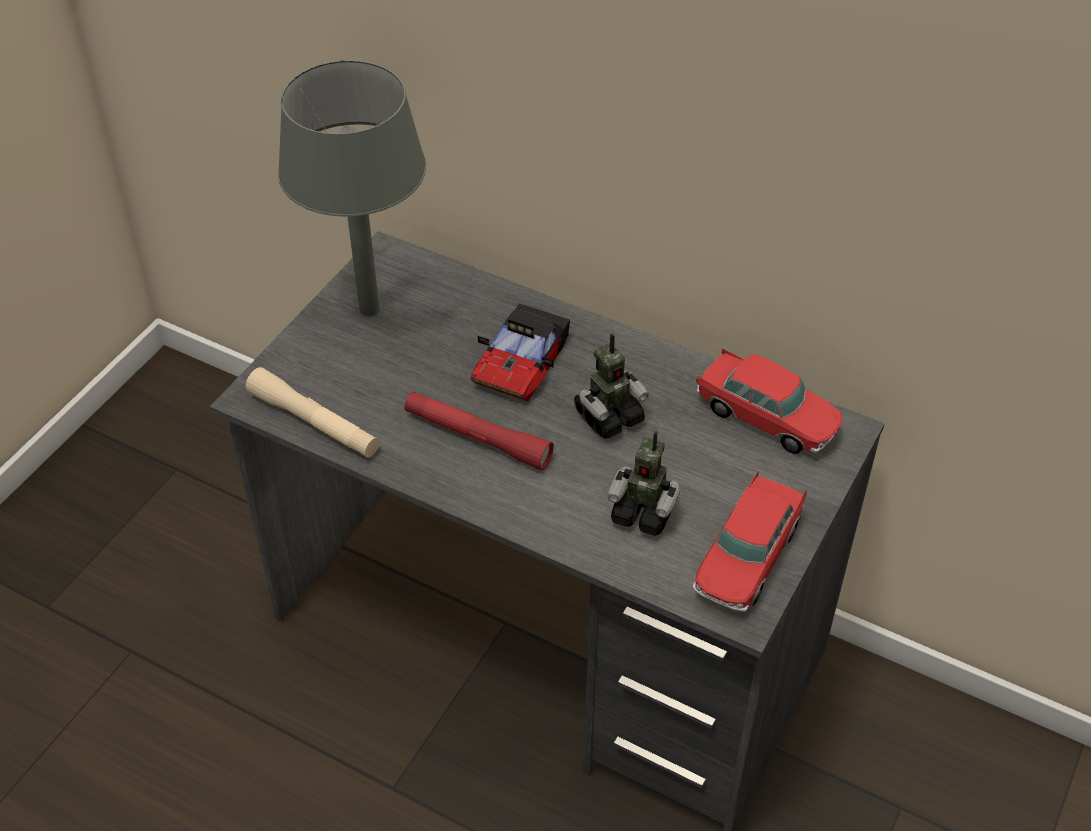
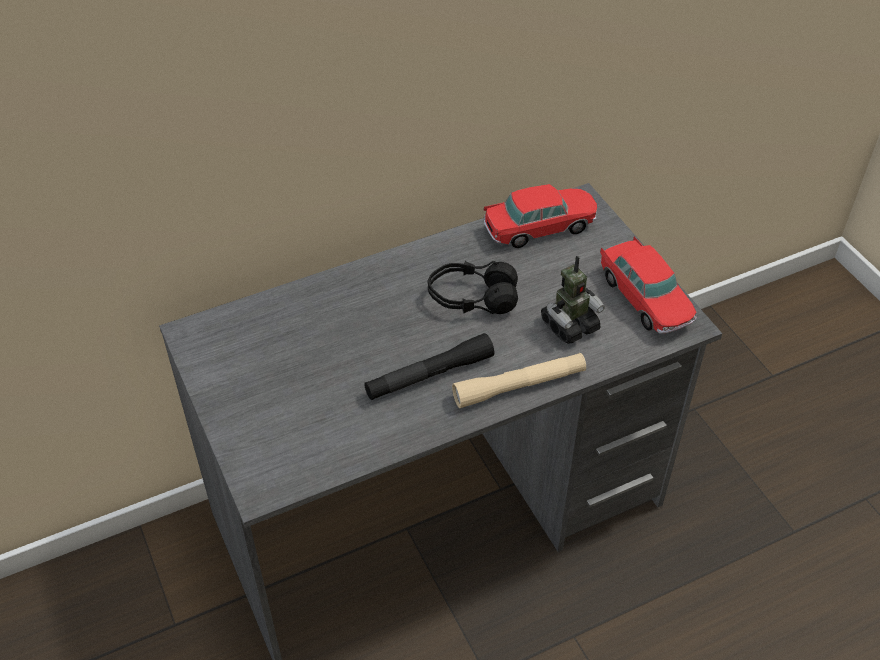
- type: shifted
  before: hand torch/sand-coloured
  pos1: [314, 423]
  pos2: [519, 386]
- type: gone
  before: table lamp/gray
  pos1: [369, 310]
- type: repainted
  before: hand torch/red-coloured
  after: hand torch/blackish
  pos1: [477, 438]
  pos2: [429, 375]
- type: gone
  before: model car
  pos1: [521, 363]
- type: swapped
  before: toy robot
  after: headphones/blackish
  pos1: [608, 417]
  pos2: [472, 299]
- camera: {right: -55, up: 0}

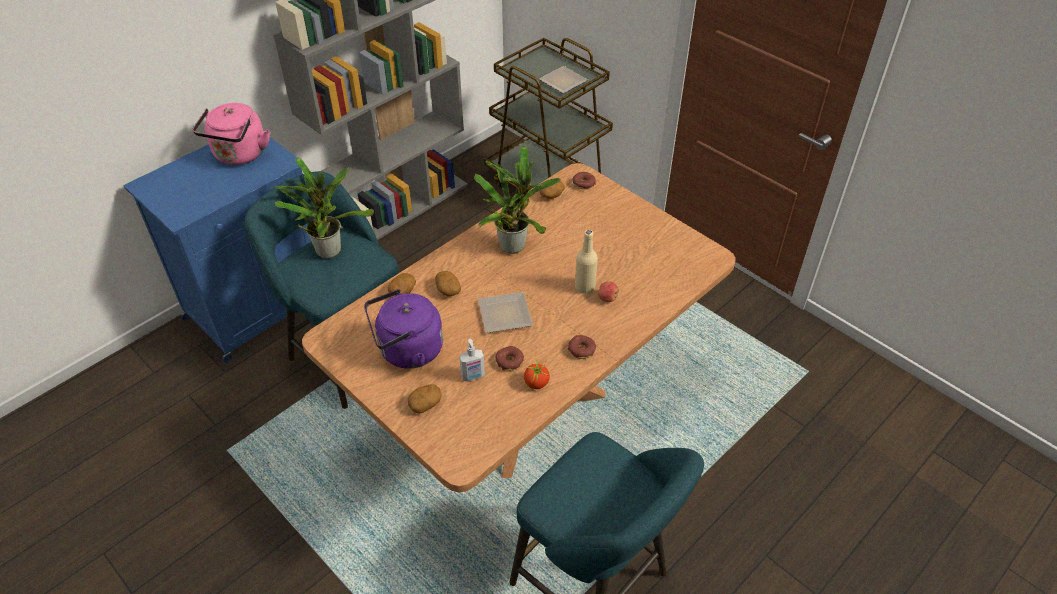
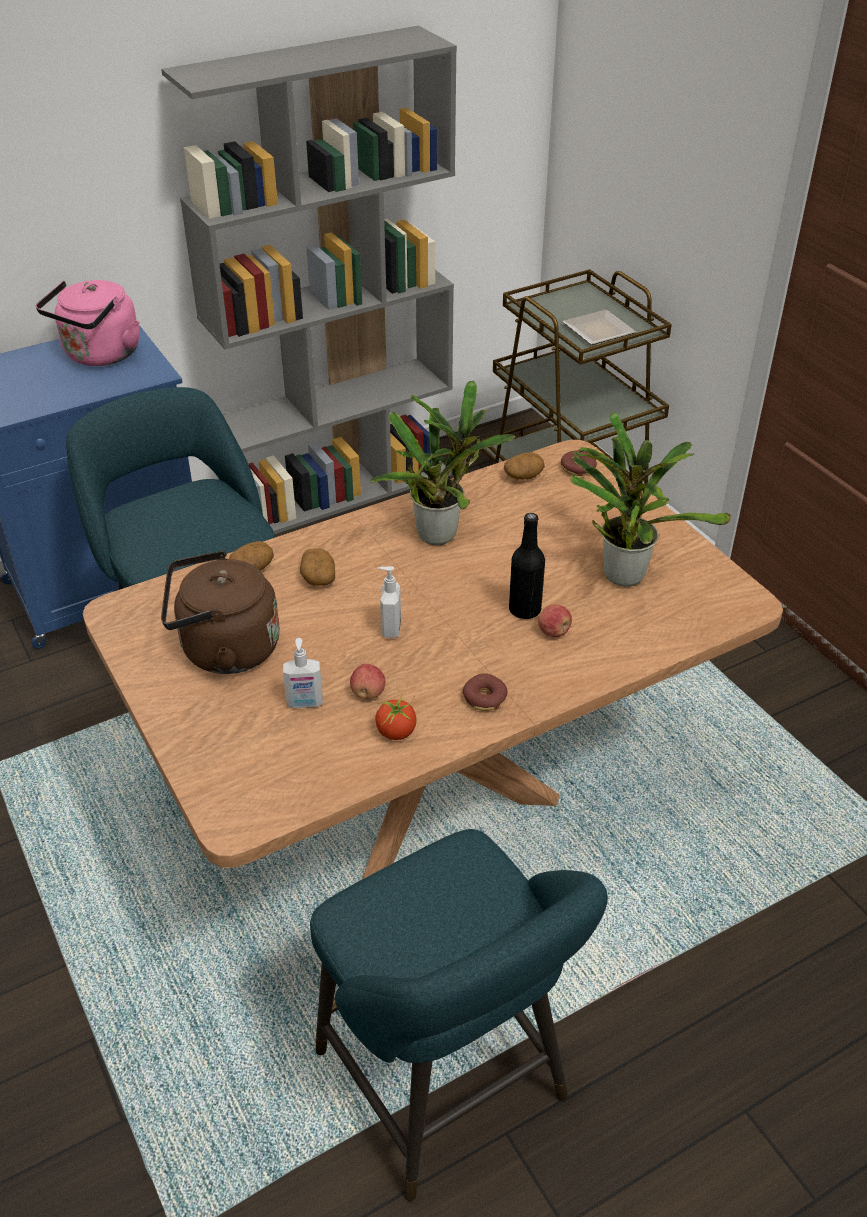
- type: shifted
  before: houseplant
  pos1: [328, 249]
  pos2: [622, 572]
- type: repainted
  before: kettle/purplish
  after: kettle/brown
  pos1: [407, 351]
  pos2: [224, 650]
- type: gone
  before: spud
  pos1: [425, 404]
- type: swapped
  before: flat dish
  after: liquid soap bottle
  pos1: [507, 316]
  pos2: [390, 628]
- type: swapped
  before: donut
  after: whole apple
  pos1: [509, 361]
  pos2: [368, 693]
- type: repainted
  before: drink bottle/sand-coloured
  after: drink bottle/blackish
  pos1: [585, 287]
  pos2: [524, 610]
- camera: {right: 15, up: -5}

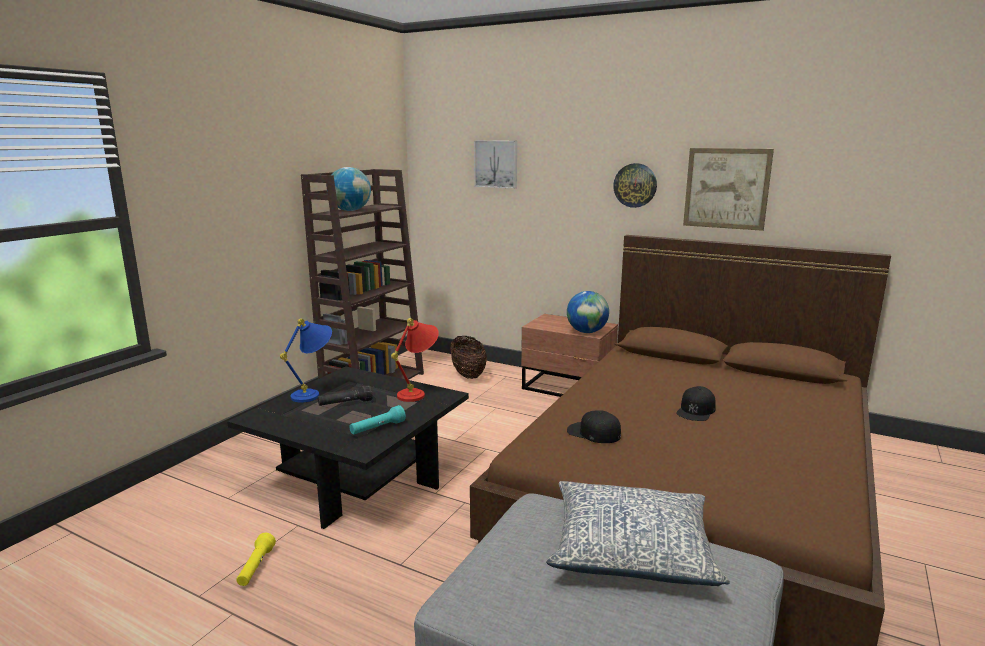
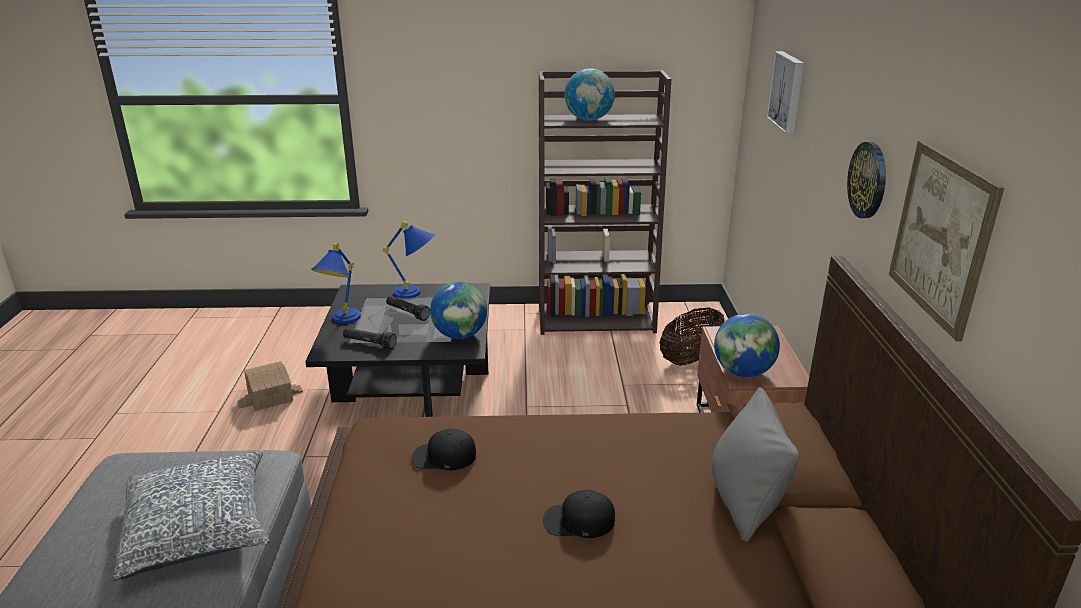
- type: swapped
  before: hand torch/yellow-coloured
  after: model house
  pos1: [256, 567]
  pos2: [270, 396]
- type: repainted
  before: hand torch/turquoise
  after: hand torch/blackish
  pos1: [377, 428]
  pos2: [369, 344]
- type: swapped
  before: table lamp/red-coloured
  after: world globe
  pos1: [418, 393]
  pos2: [460, 335]
- type: rotated
  before: peaked cap/blackish
  pos1: [593, 433]
  pos2: [443, 456]
  turn: -90
- type: new
  after: table lamp/bluish
  pos2: [341, 321]
- type: new
  after: throw pillow/gray
  pos2: [744, 502]
- camera: {right: 60, up: 10}

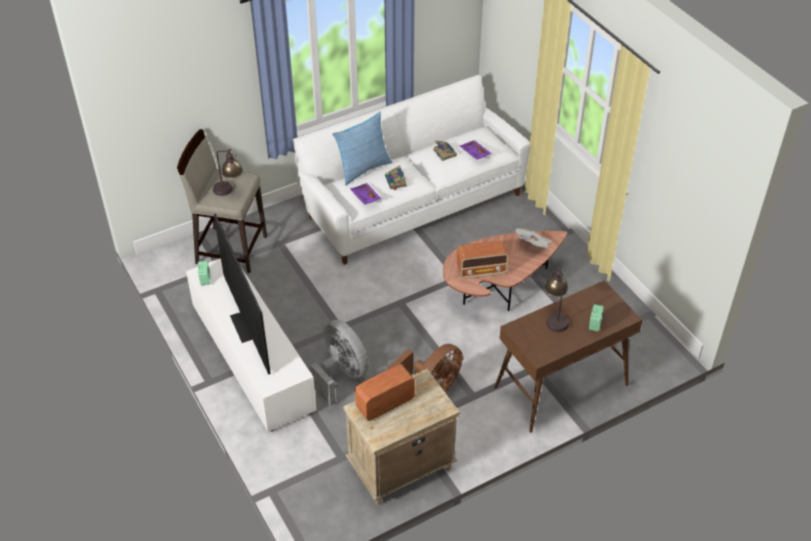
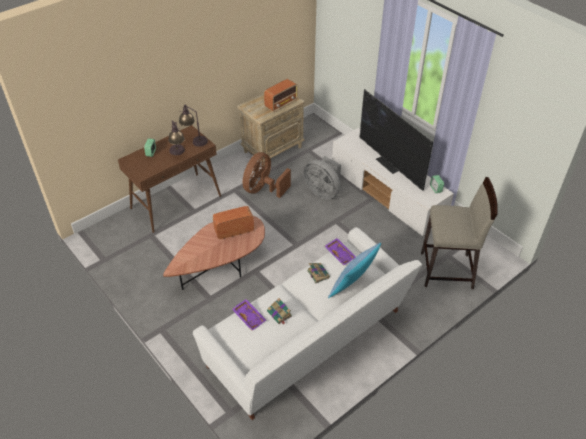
- type: shifted
  before: table lamp
  pos1: [229, 191]
  pos2: [194, 140]
- type: gone
  before: newspaper
  pos1: [533, 245]
- camera: {right: 170, up: 0}

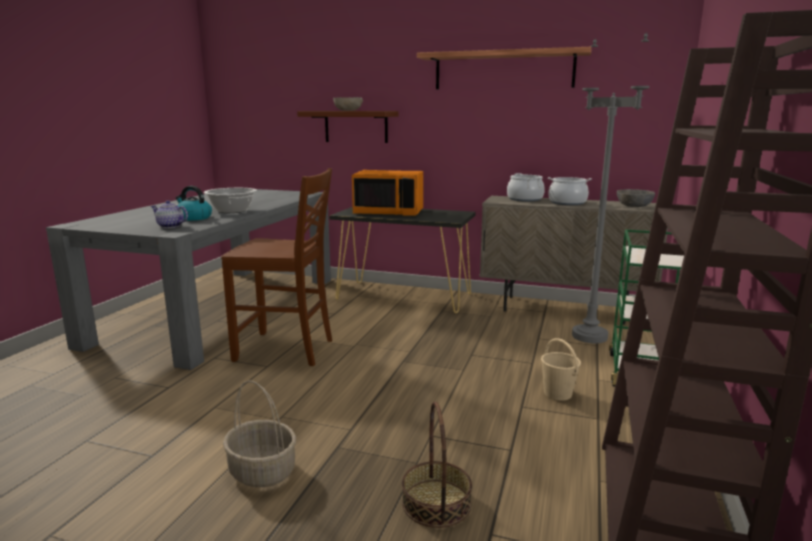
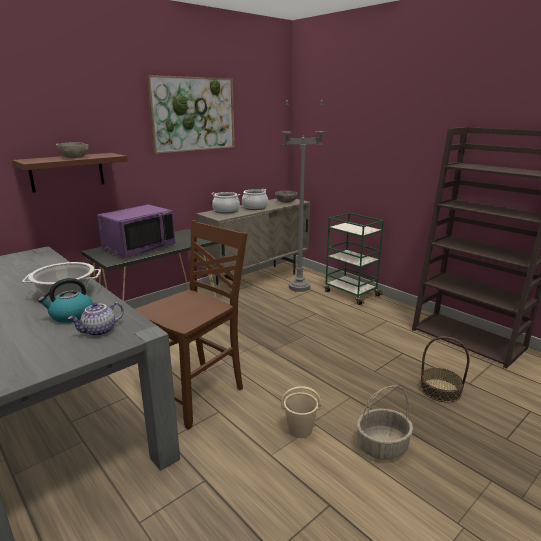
- type: repainted
  before: microwave/orange
  after: microwave/purplish
  pos1: [389, 212]
  pos2: [139, 248]
- type: swapped
  before: shelf
  after: wall picture
  pos1: [503, 70]
  pos2: [193, 114]
- type: shifted
  before: bucket/sand-coloured
  pos1: [558, 394]
  pos2: [300, 429]
- camera: {right: -60, up: 5}

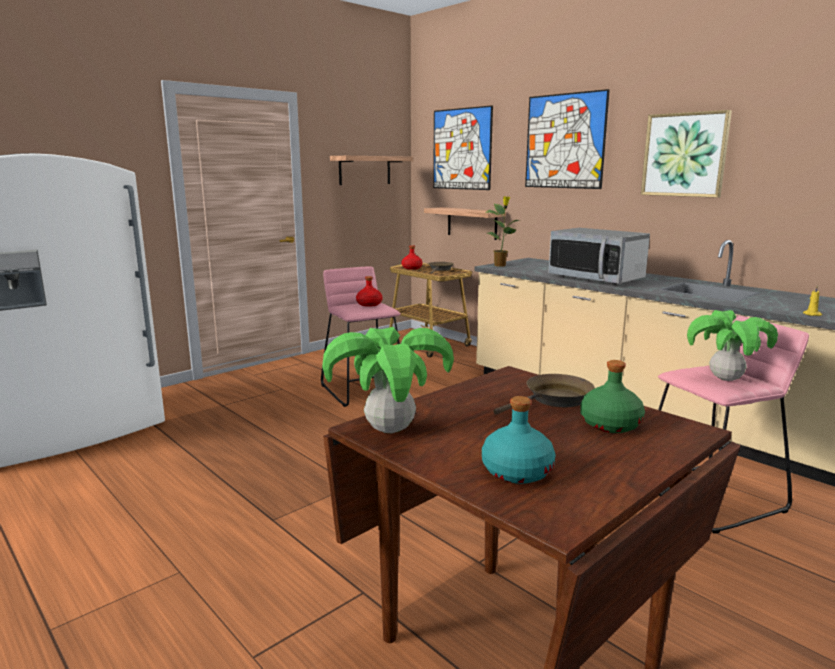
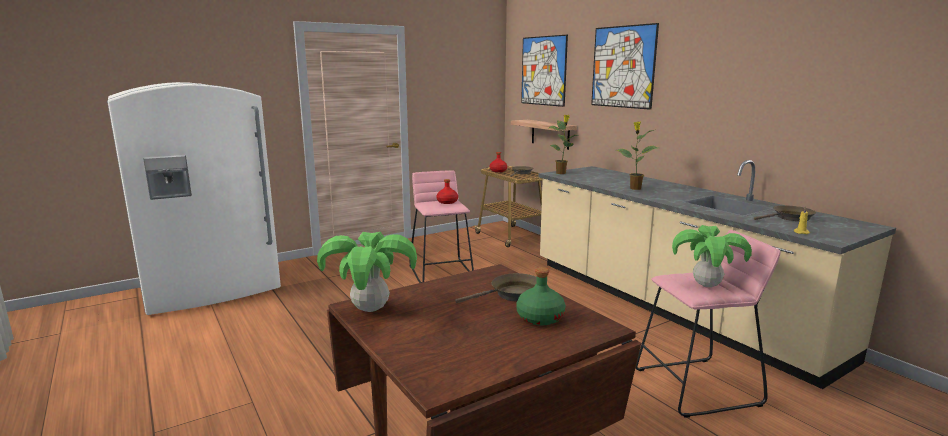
- type: gone
  before: shelf
  pos1: [365, 170]
- type: gone
  before: drink bottle/turquoise
  pos1: [516, 471]
- type: swapped
  before: microwave
  after: houseplant
  pos1: [596, 278]
  pos2: [634, 188]
- type: gone
  before: wall picture
  pos1: [684, 155]
- type: new
  after: skillet/brown
  pos2: [790, 218]
- camera: {right: 10, up: 0}

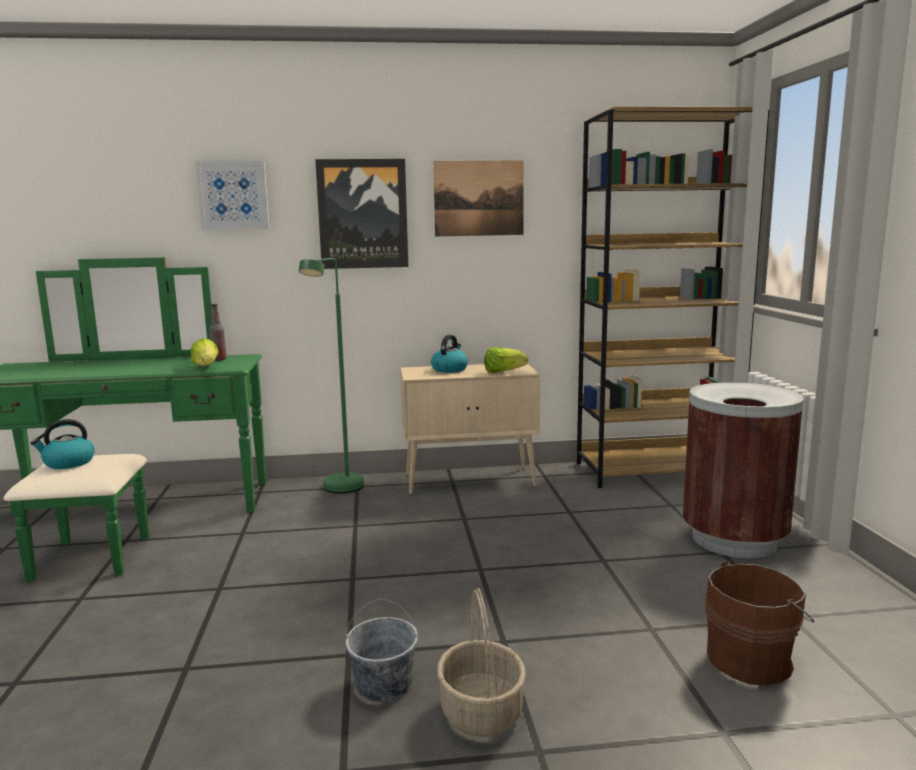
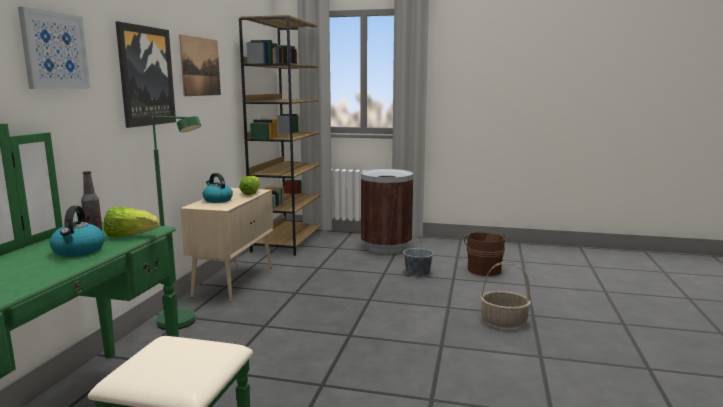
- type: shifted
  before: kettle
  pos1: [68, 463]
  pos2: [78, 251]
- type: shifted
  before: bucket/gray
  pos1: [383, 684]
  pos2: [417, 272]
- camera: {right: -70, up: 0}

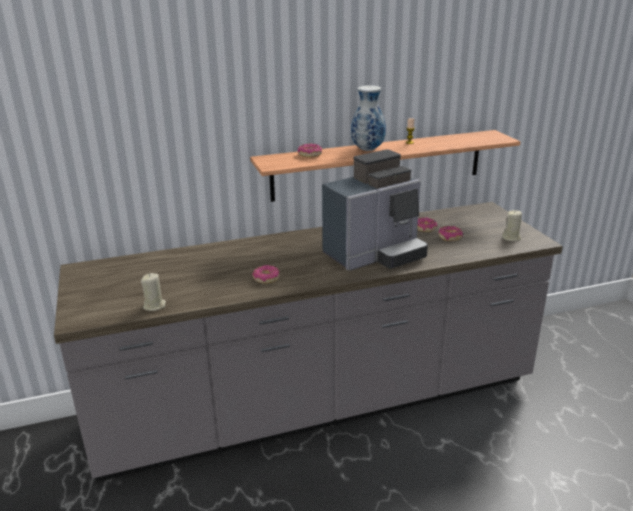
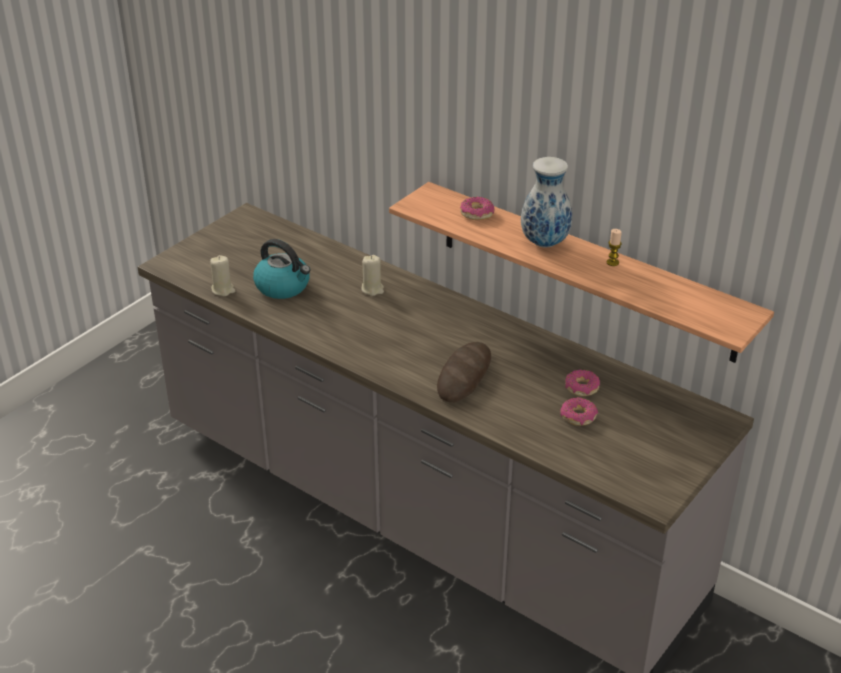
- type: gone
  before: donut
  pos1: [266, 278]
- type: swapped
  before: coffee machine
  after: bread
  pos1: [375, 254]
  pos2: [464, 376]
- type: shifted
  before: wax light/sand-coloured
  pos1: [511, 238]
  pos2: [372, 289]
- type: new
  after: kettle
  pos2: [283, 286]
- camera: {right: 55, up: 10}

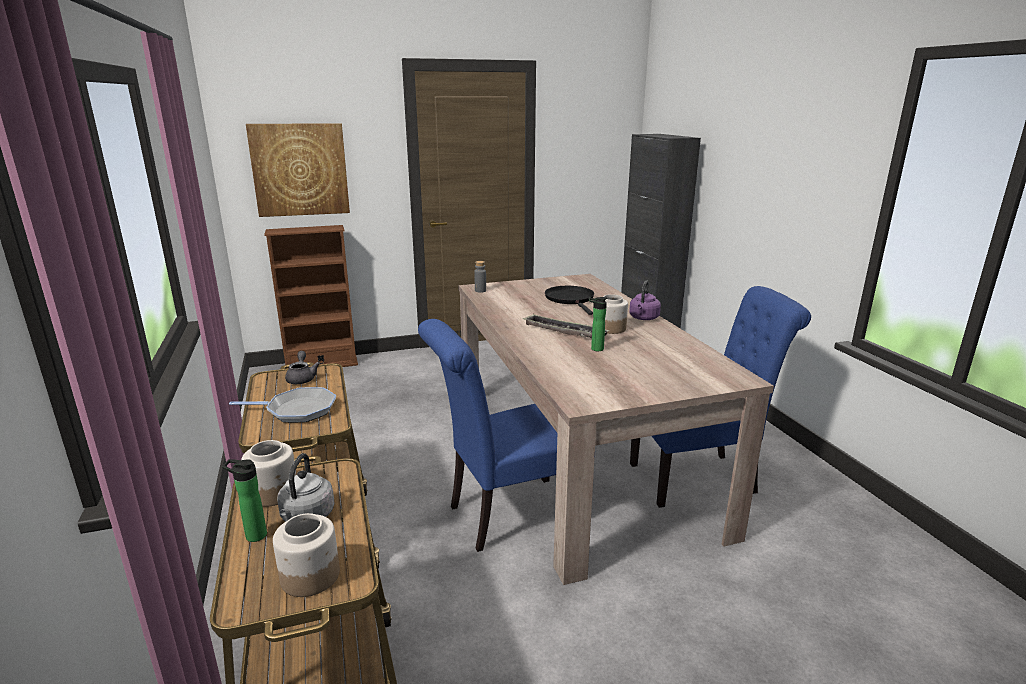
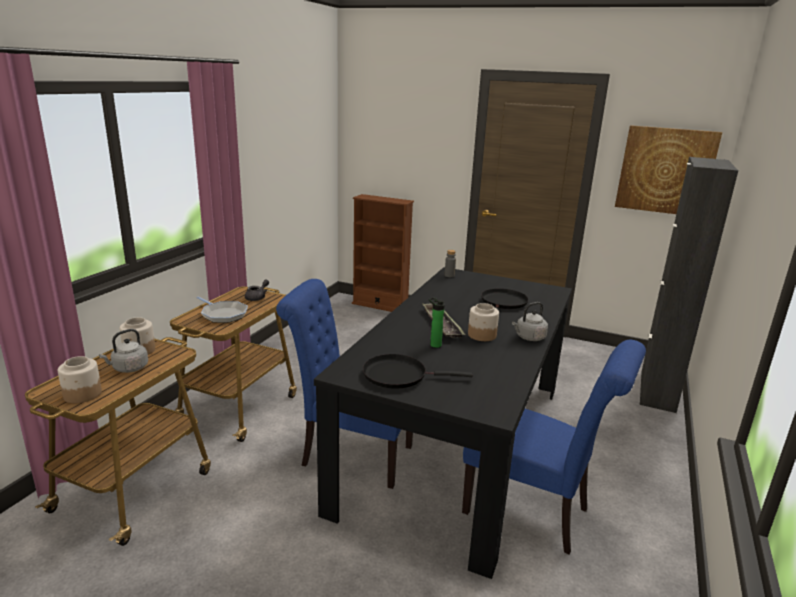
- type: gone
  before: drink bottle
  pos1: [253, 535]
- type: shifted
  before: wall picture
  pos1: [300, 170]
  pos2: [665, 170]
- type: repainted
  before: dining table/sand-coloured
  after: dining table/blackish
  pos1: [577, 456]
  pos2: [457, 443]
- type: repainted
  before: kettle/purplish
  after: kettle/gray
  pos1: [643, 318]
  pos2: [529, 337]
- type: new
  after: skillet/blackish
  pos2: [399, 375]
- camera: {right: 40, up: 0}

